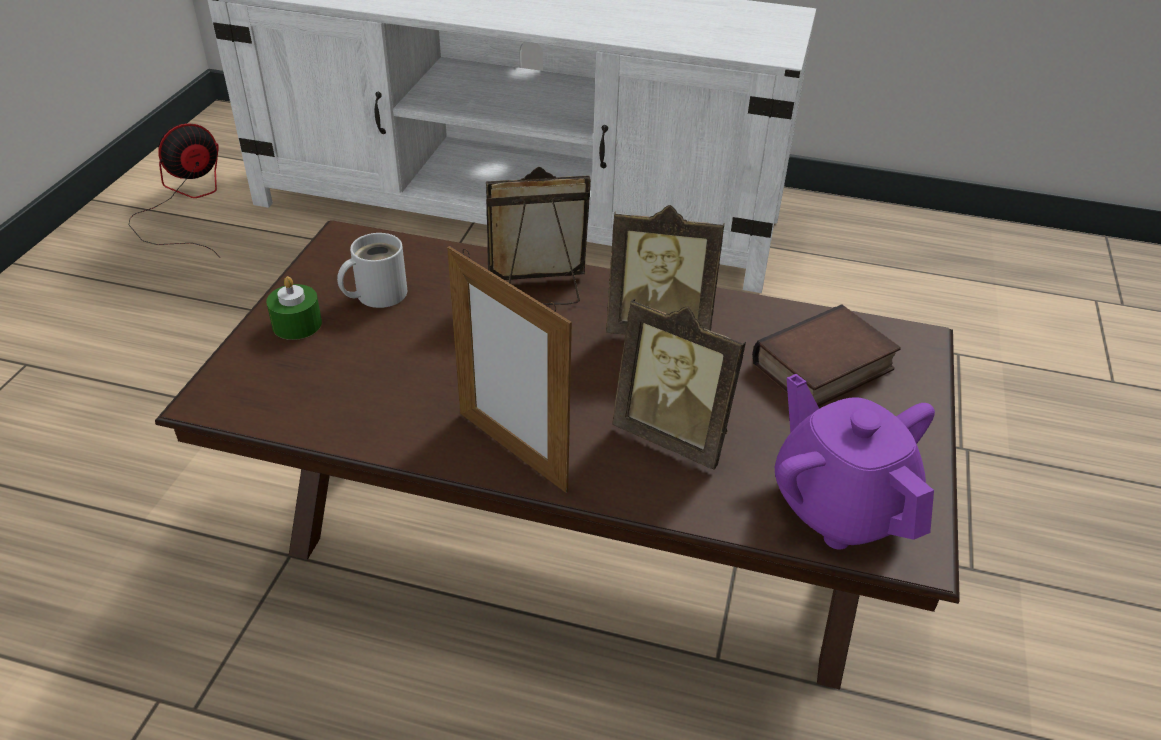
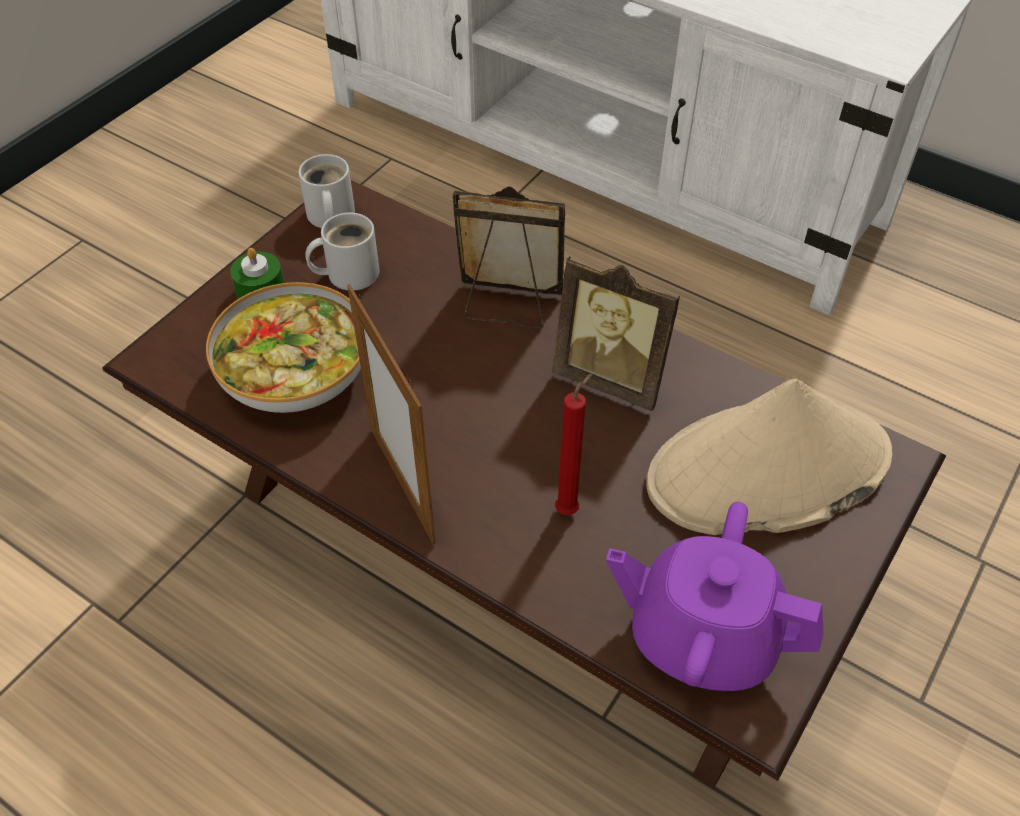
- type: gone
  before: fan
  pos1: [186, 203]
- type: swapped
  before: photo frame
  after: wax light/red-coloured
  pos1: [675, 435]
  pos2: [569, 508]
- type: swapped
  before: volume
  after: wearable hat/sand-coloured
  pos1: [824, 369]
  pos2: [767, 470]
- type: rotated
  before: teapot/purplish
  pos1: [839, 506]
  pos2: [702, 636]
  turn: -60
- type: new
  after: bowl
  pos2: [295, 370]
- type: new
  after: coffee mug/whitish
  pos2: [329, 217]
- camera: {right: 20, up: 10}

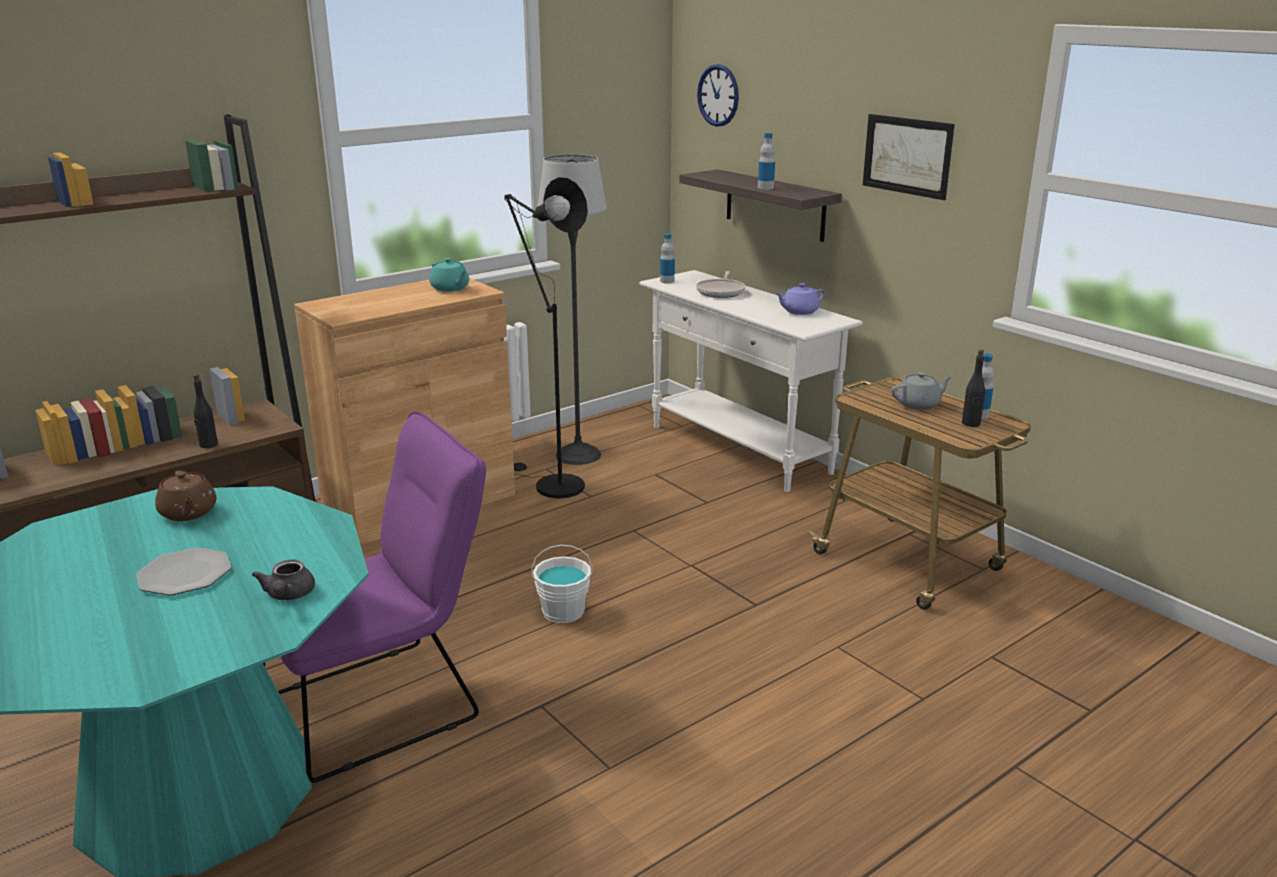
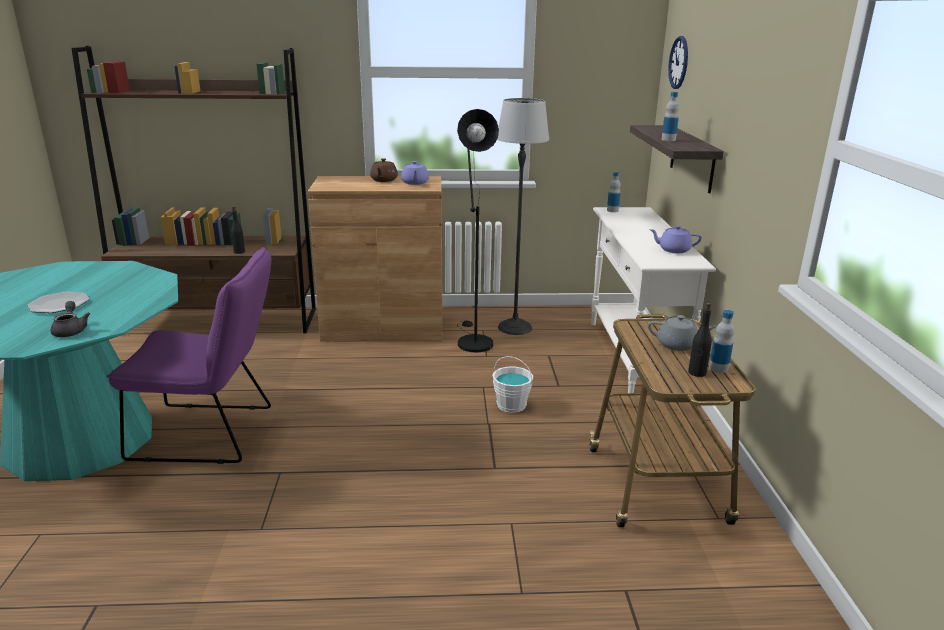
- type: shifted
  before: teapot/brown
  pos1: [188, 513]
  pos2: [383, 180]
- type: rotated
  before: teapot/gray
  pos1: [288, 595]
  pos2: [71, 330]
  turn: 135
- type: repainted
  before: teapot/turquoise
  after: teapot/purplish
  pos1: [450, 288]
  pos2: [415, 183]
- type: shifted
  before: bucket/whitish
  pos1: [563, 612]
  pos2: [511, 405]
- type: gone
  before: skillet
  pos1: [721, 292]
- type: gone
  before: wall picture
  pos1: [907, 155]
- camera: {right: 35, up: 0}

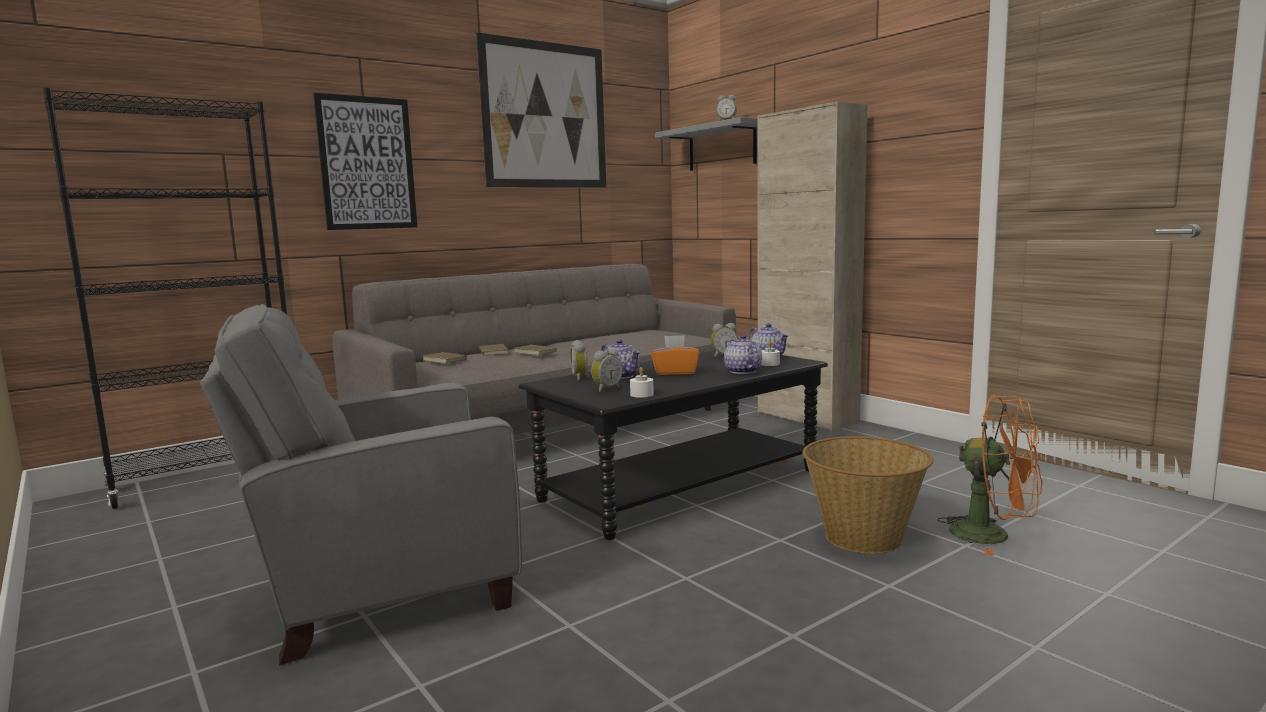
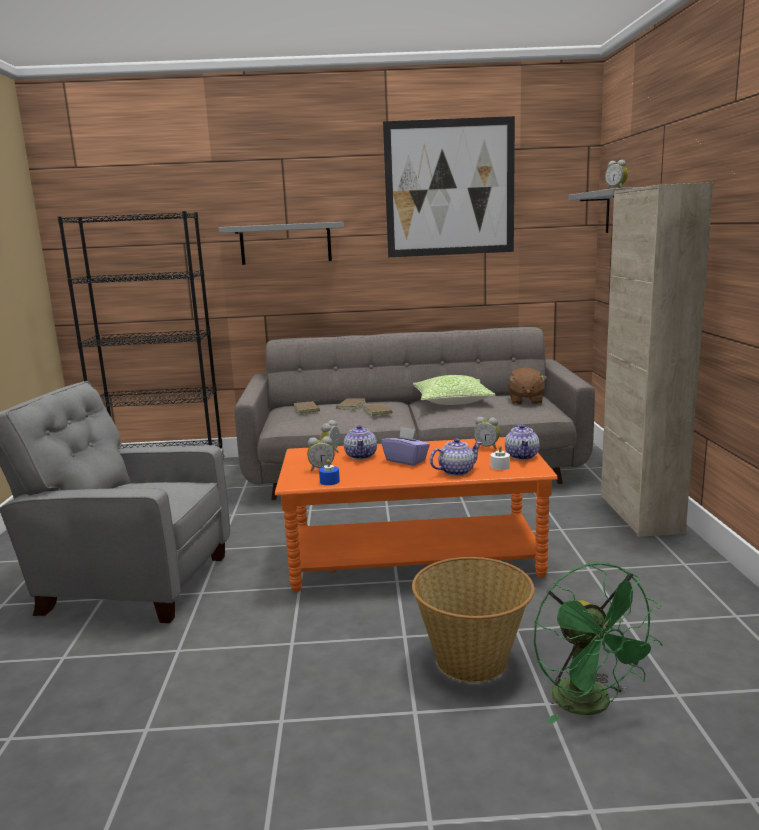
- type: swapped
  before: wall picture
  after: shelf/gray
  pos1: [367, 163]
  pos2: [285, 243]
- type: repainted
  before: coffee table/blackish
  after: coffee table/orange
  pos1: [682, 485]
  pos2: [415, 558]
- type: repainted
  before: wax light/whitish
  after: wax light/bluish
  pos1: [641, 394]
  pos2: [329, 481]
- type: repainted
  before: tissue holder/orange
  after: tissue holder/purplish
  pos1: [675, 372]
  pos2: [406, 460]
- type: rotated
  before: teapot
  pos1: [742, 371]
  pos2: [456, 471]
  turn: 45
- type: repainted
  before: fan/orange
  after: fan/green-coloured
  pos1: [993, 536]
  pos2: [590, 705]
- type: new
  after: throw pillow
  pos2: [452, 401]
- type: new
  after: plush toy/brown
  pos2: [525, 401]
- camera: {right: 35, up: 5}

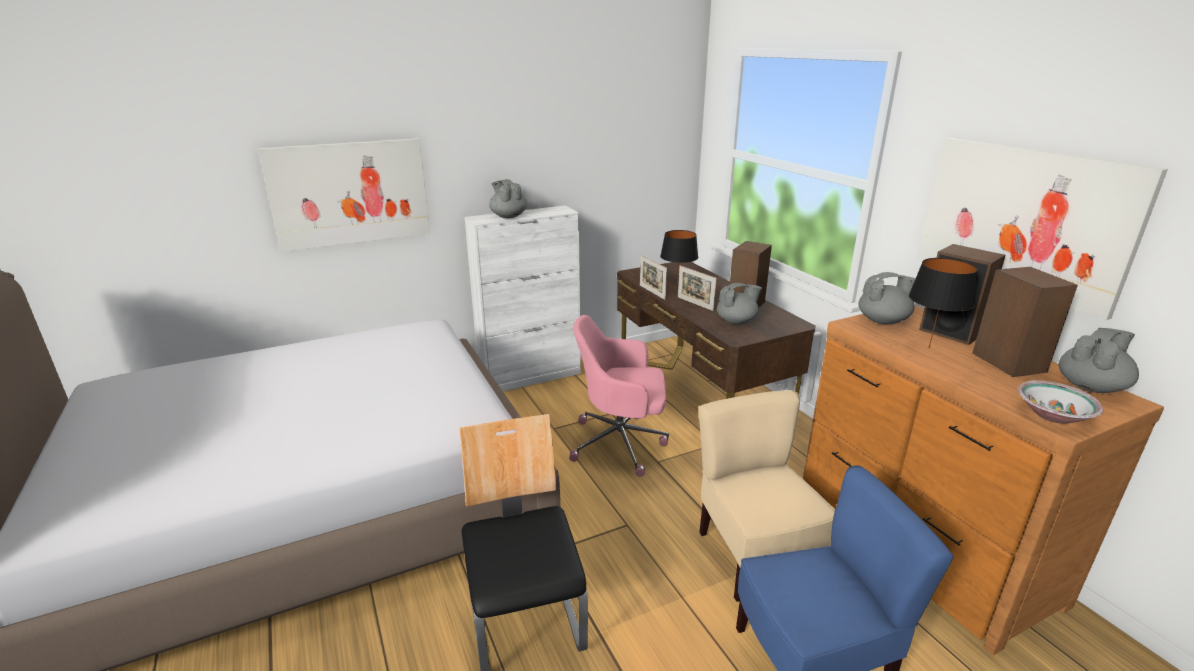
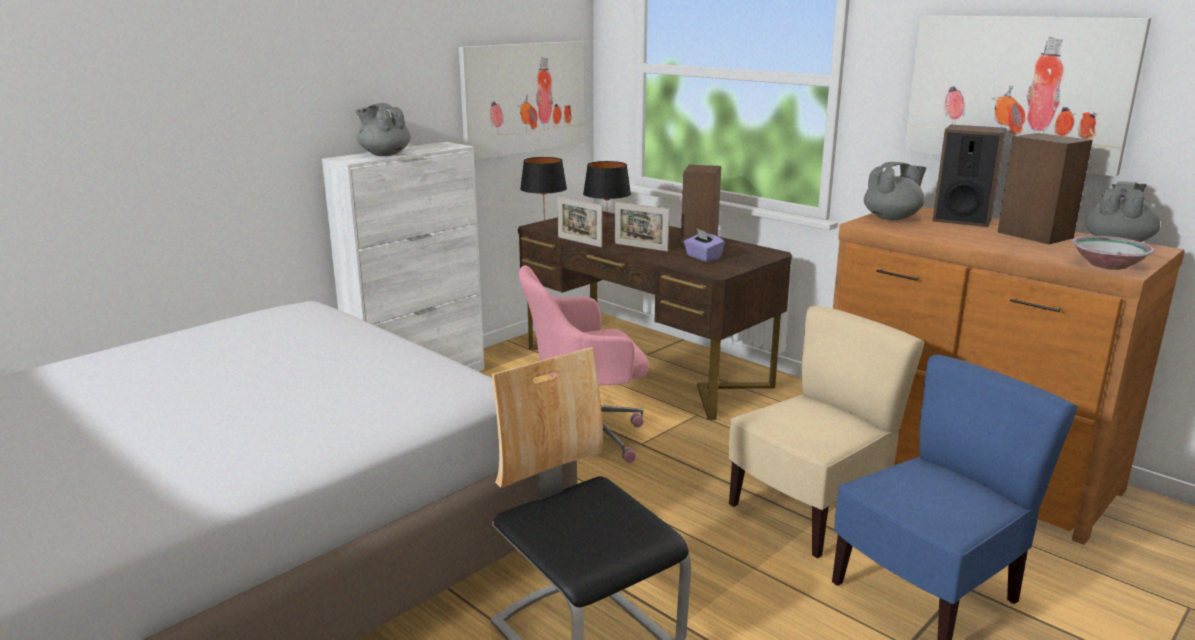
- type: shifted
  before: wall picture
  pos1: [350, 193]
  pos2: [524, 98]
- type: rotated
  before: upright chair/sand-coloured
  pos1: [755, 556]
  pos2: [809, 512]
  turn: 90
- type: swapped
  before: teapot/gray
  after: tissue holder/purplish
  pos1: [737, 321]
  pos2: [703, 257]
- type: shifted
  before: table lamp/blackish
  pos1: [929, 348]
  pos2: [544, 230]
- camera: {right: -20, up: -5}

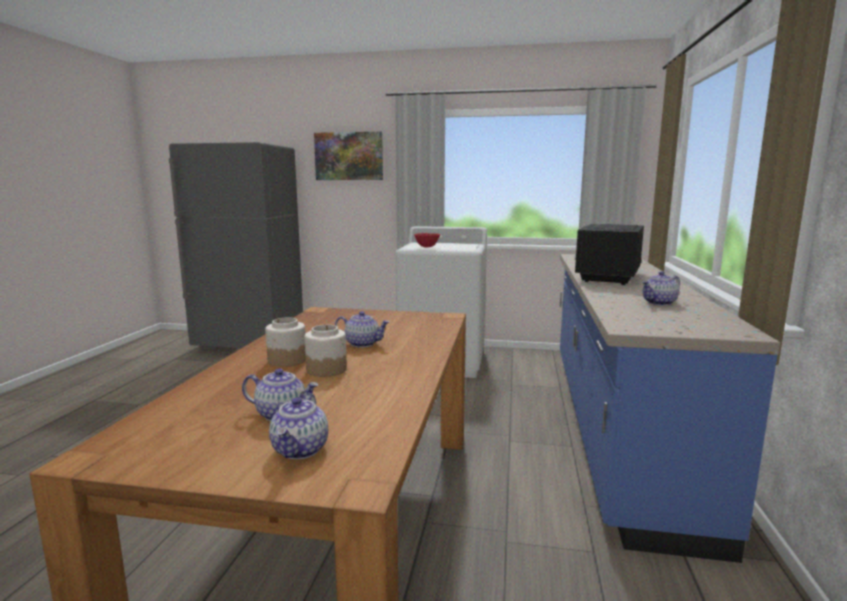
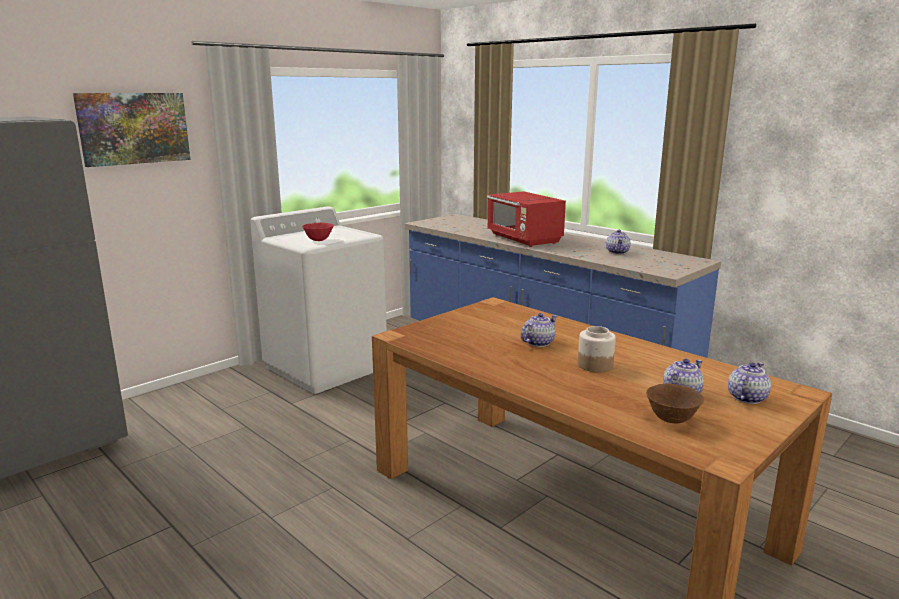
- type: gone
  before: jar
  pos1: [286, 360]
- type: rotated
  before: teapot
  pos1: [301, 450]
  pos2: [746, 398]
  turn: -90
- type: repainted
  before: microwave/blackish
  after: microwave/red-coloured
  pos1: [607, 277]
  pos2: [524, 239]
- type: new
  after: bowl/brown
  pos2: [672, 419]
- camera: {right: -55, up: 5}

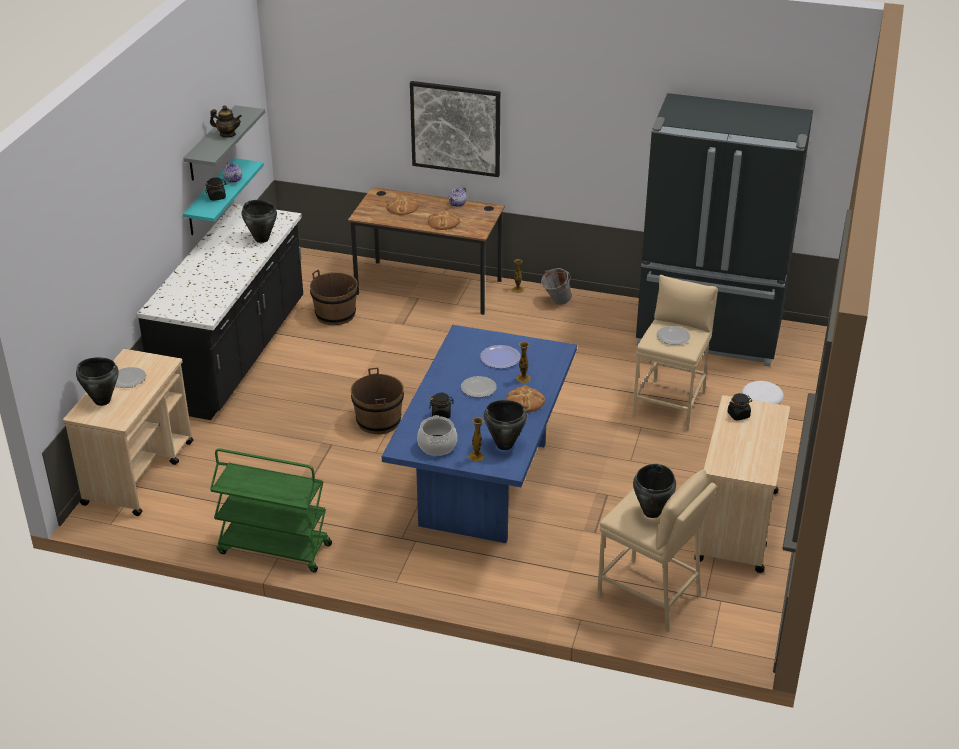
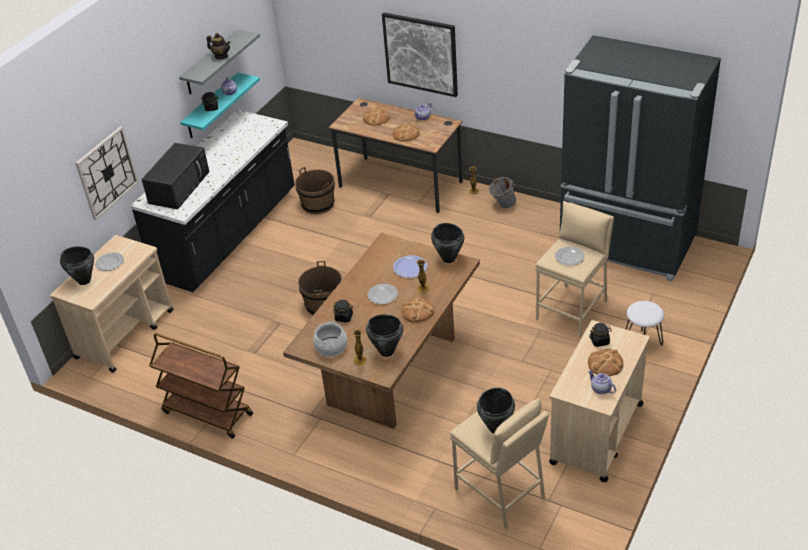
- type: repainted
  before: cart/green-coloured
  after: cart/brown
  pos1: [273, 549]
  pos2: [207, 413]
- type: shifted
  before: stockpot/blackish
  pos1: [261, 239]
  pos2: [449, 258]
- type: repainted
  before: dining table/bluish
  after: dining table/brown
  pos1: [483, 482]
  pos2: [392, 370]
- type: new
  after: clock on the wall
  pos2: [107, 172]
- type: new
  after: microwave/blackish
  pos2: [179, 186]
- type: new
  after: bread
  pos2: [605, 364]
- type: new
  after: teapot
  pos2: [600, 389]
- camera: {right: 15, up: 5}

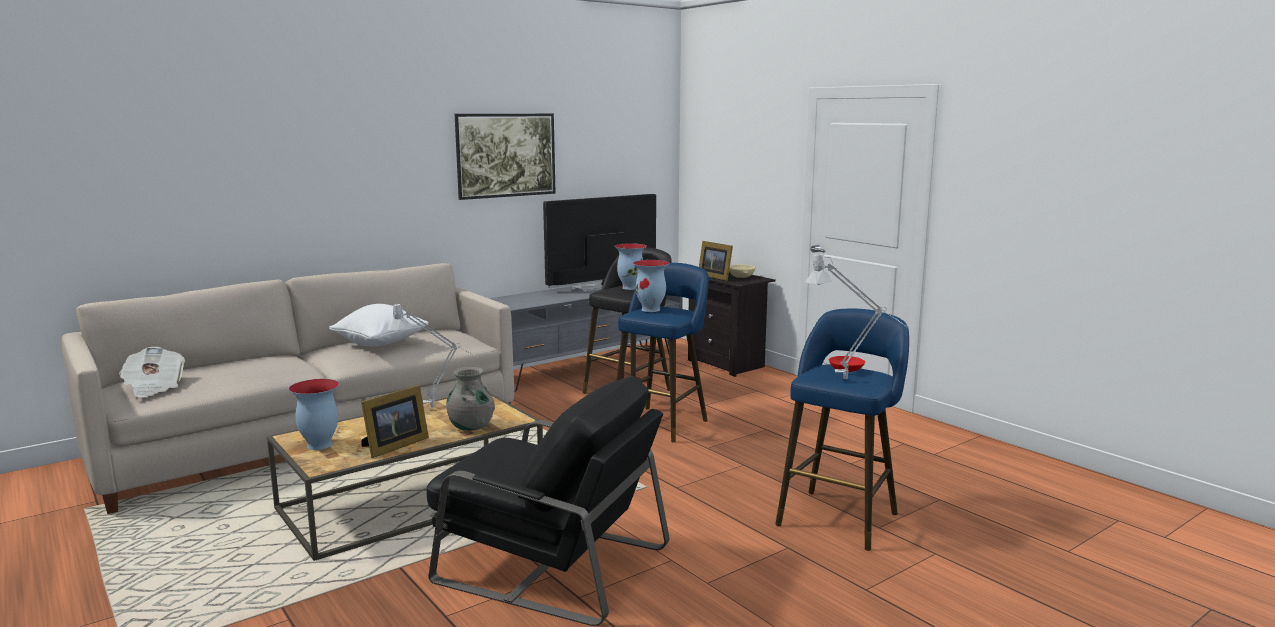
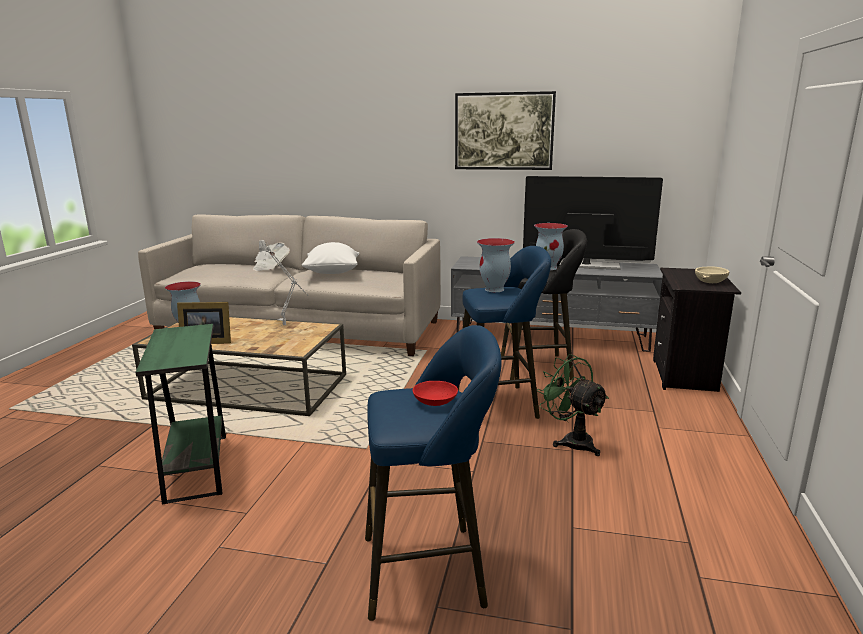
- type: shifted
  before: newspaper
  pos1: [154, 387]
  pos2: [270, 267]
- type: swapped
  before: lounge chair/blackish
  after: side table/green-coloured
  pos1: [549, 564]
  pos2: [197, 467]
- type: gone
  before: decorative vase/gray
  pos1: [471, 427]
- type: gone
  before: photo frame
  pos1: [715, 277]
- type: gone
  before: table lamp/gray
  pos1: [852, 380]
- type: new
  after: fan/green-coloured
  pos2: [571, 441]
- camera: {right: 50, up: 5}

